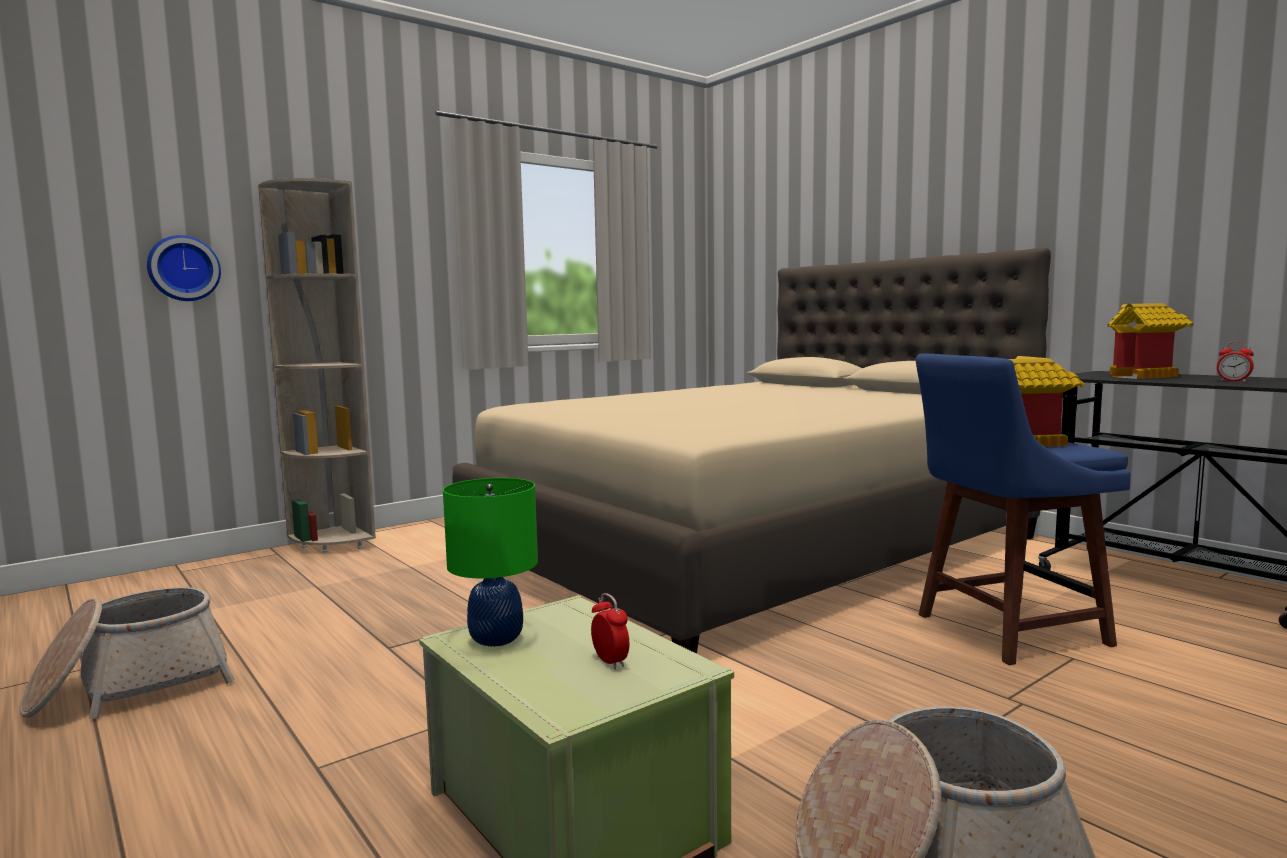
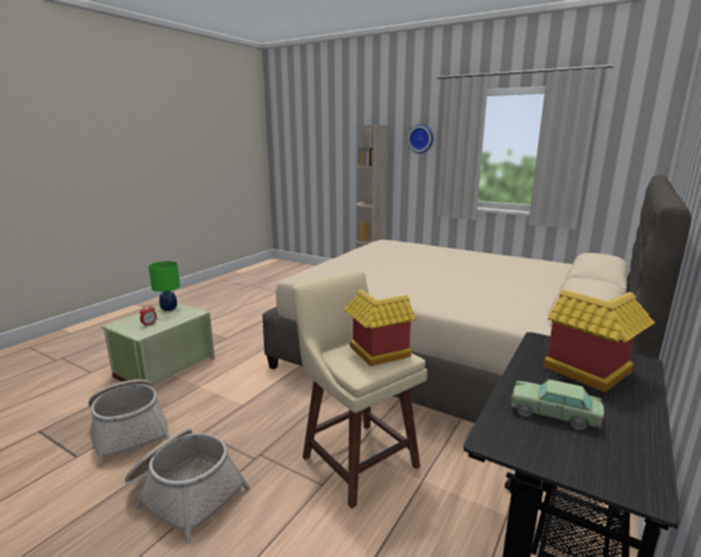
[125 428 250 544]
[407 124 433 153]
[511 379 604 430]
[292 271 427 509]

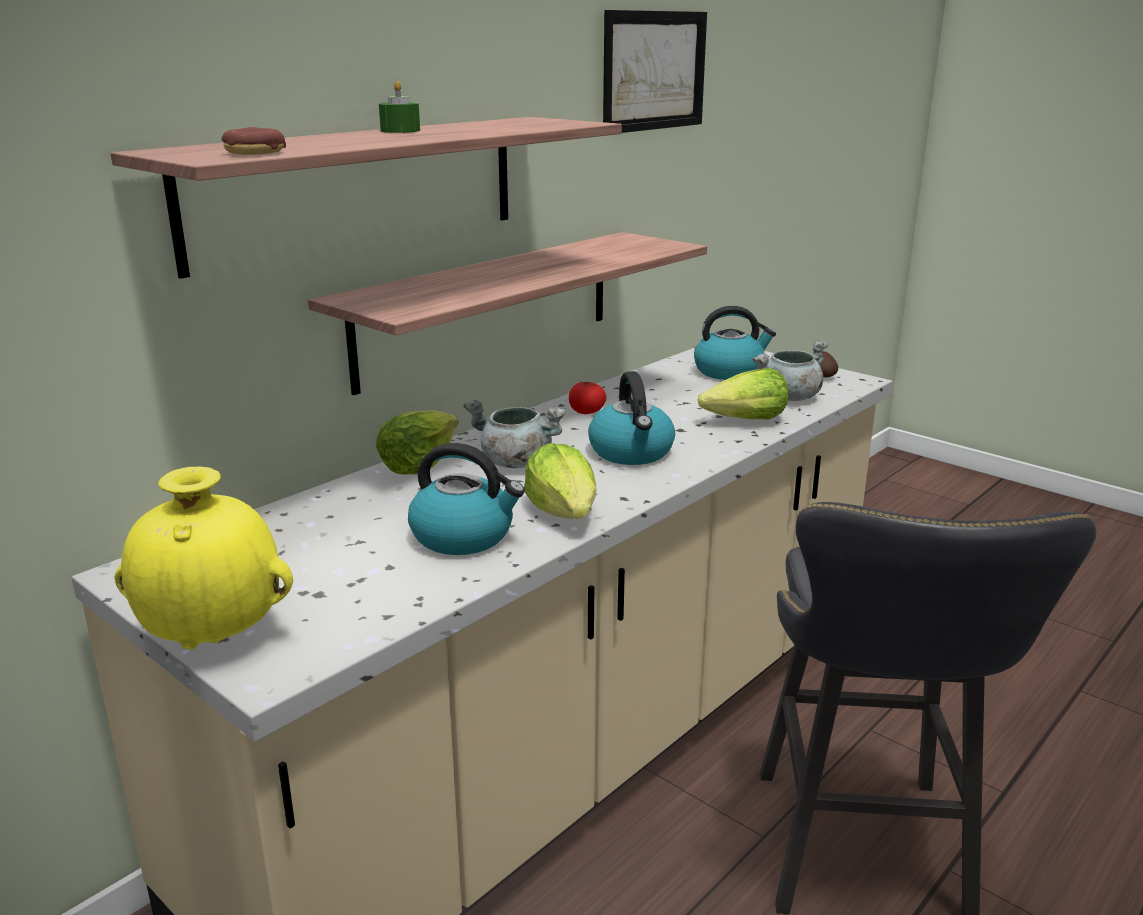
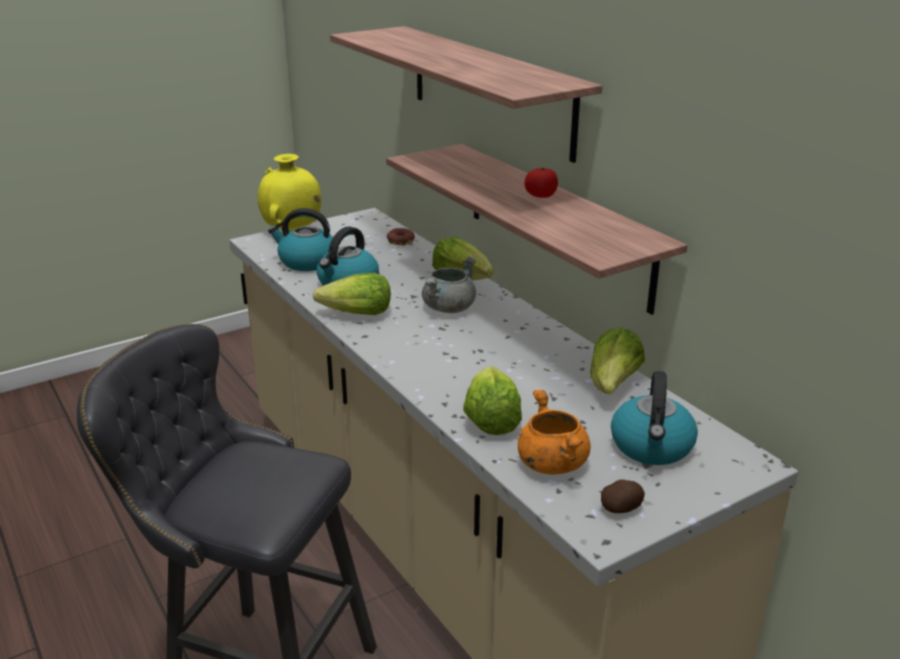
[379 80 420 133] (first image)
[603 10 707 133] (first image)
[590 327 645 394]
[387 228 415 246]
[524 167 558 198]
[268 208 333 271]
[518 390 591 475]

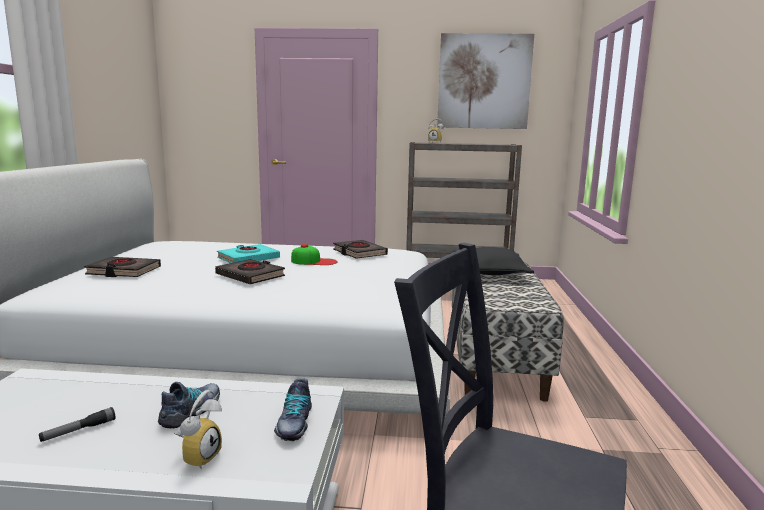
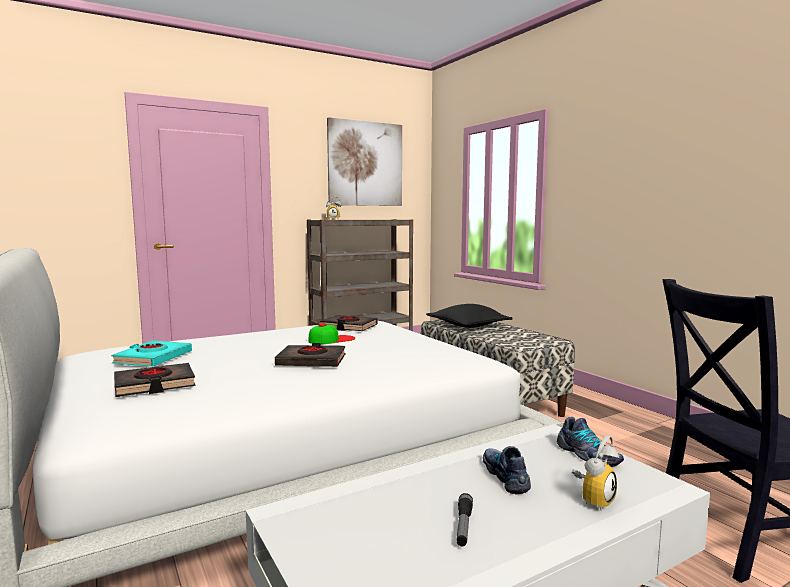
[111 340 192 367]
[572 436 619 511]

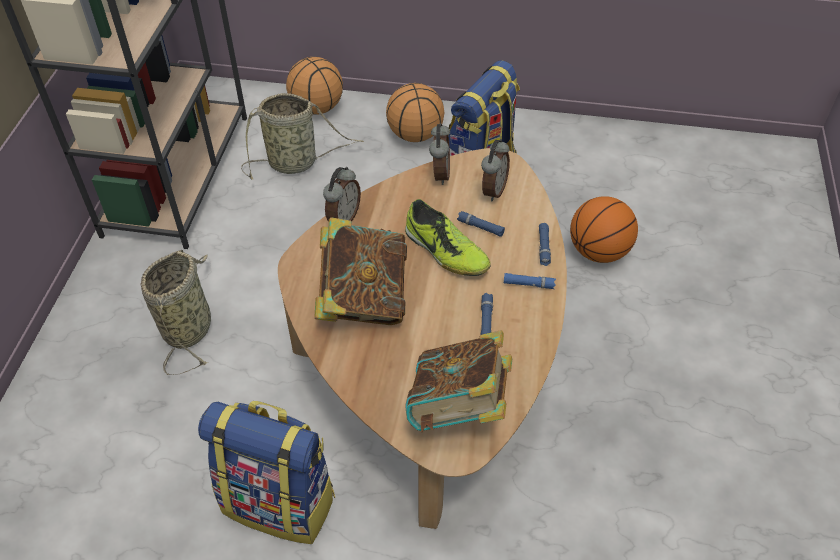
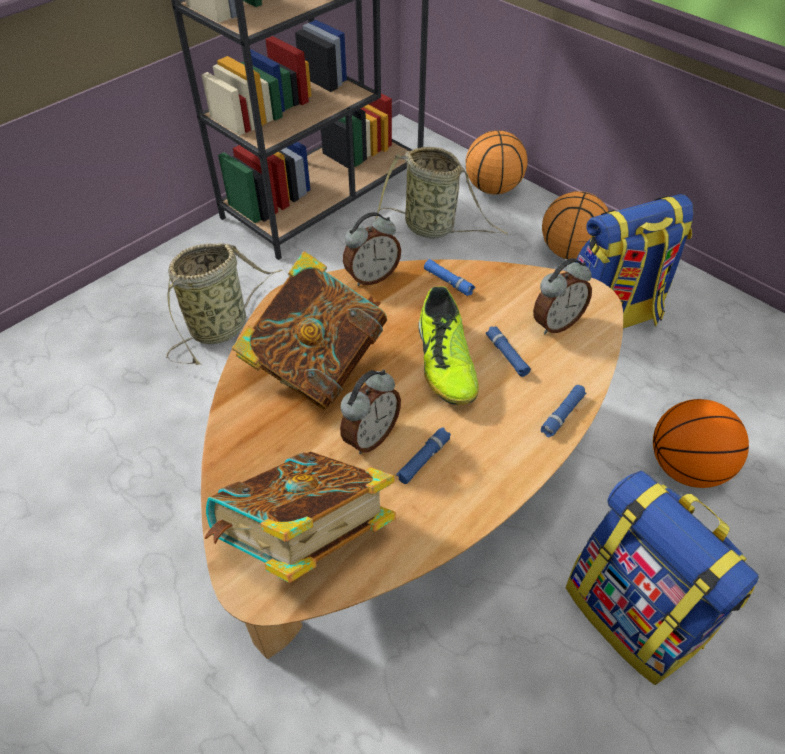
[566 471 759 685]
[340 370 401 454]
[424 259 475 296]

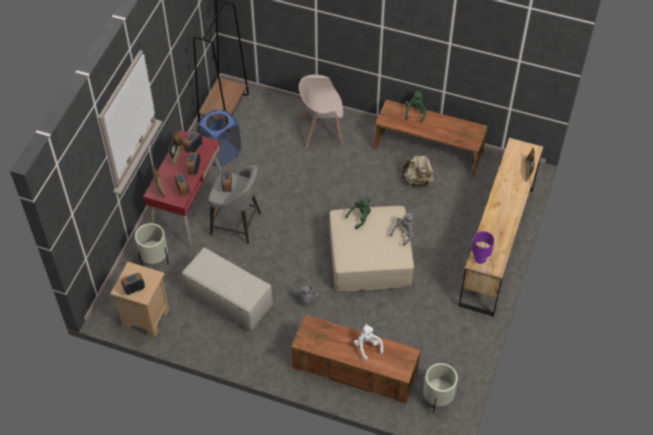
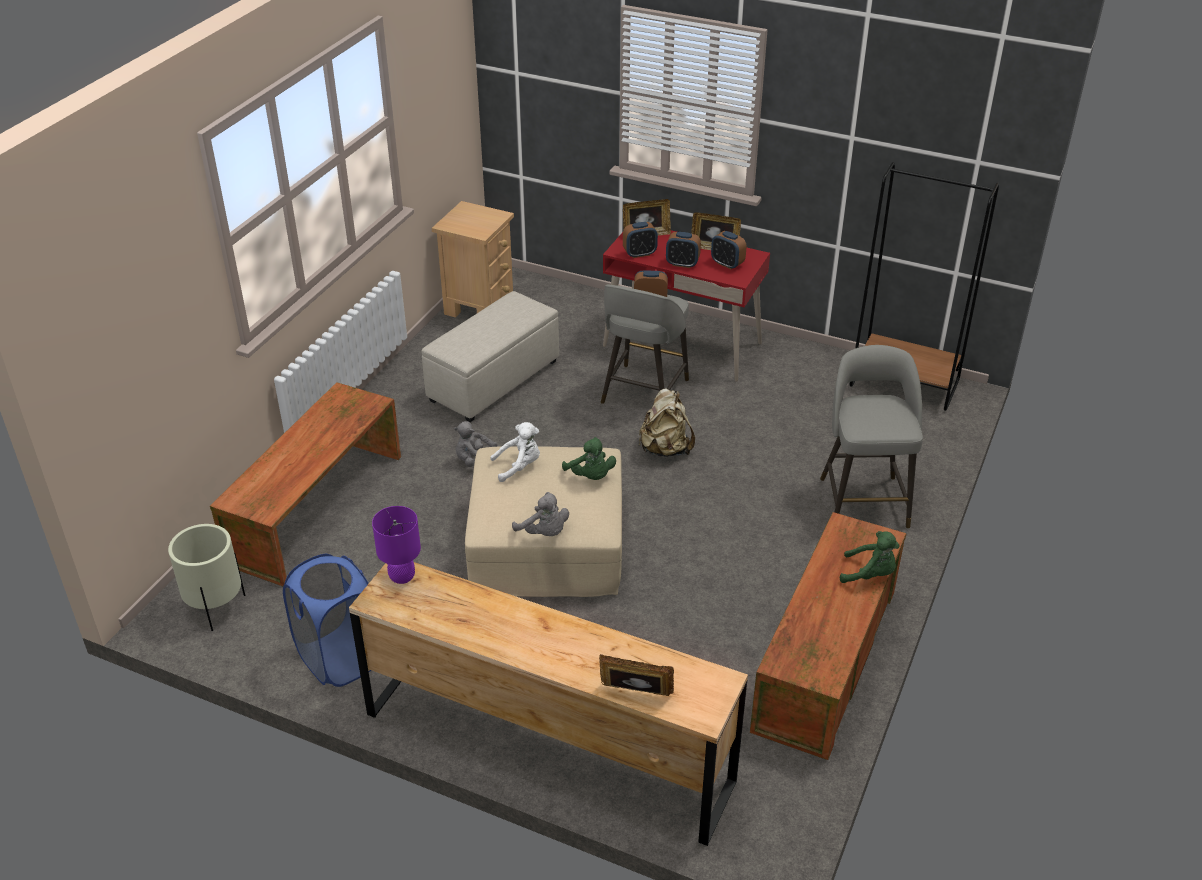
[121 273 145 295] (first image)
[135 223 169 266] (first image)
[283 554 372 687]
[491 422 540 482]
[639 388 695 457]
[820 345 923 528]

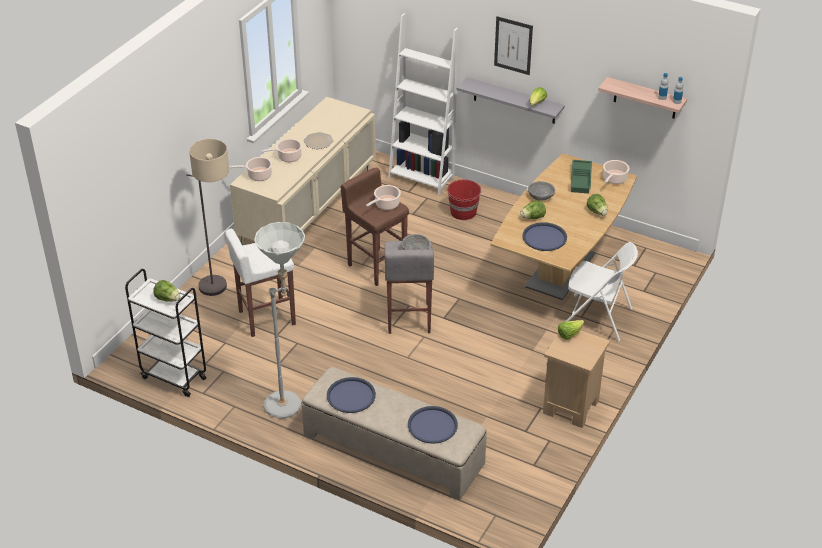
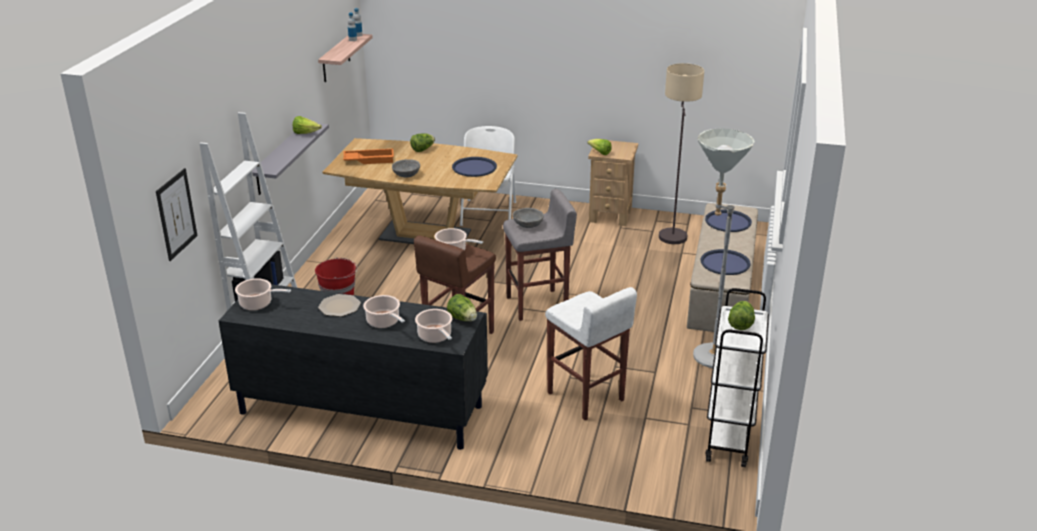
[659 63 704 244]
[156 168 197 261]
[447 294 477 321]
[235 278 291 310]
[219 284 488 450]
[343 149 394 164]

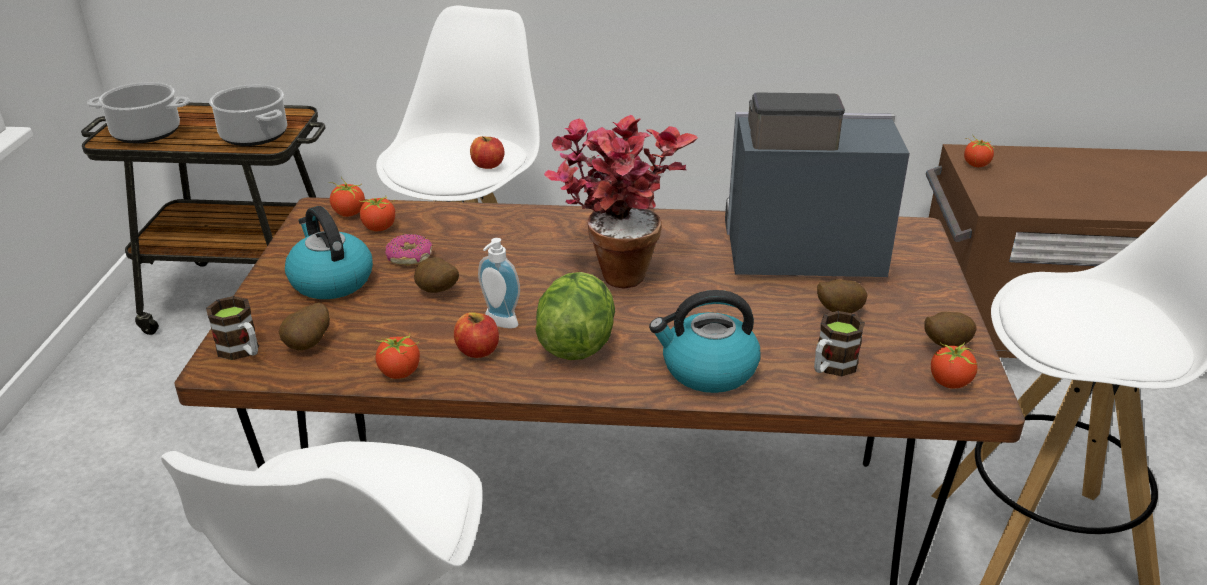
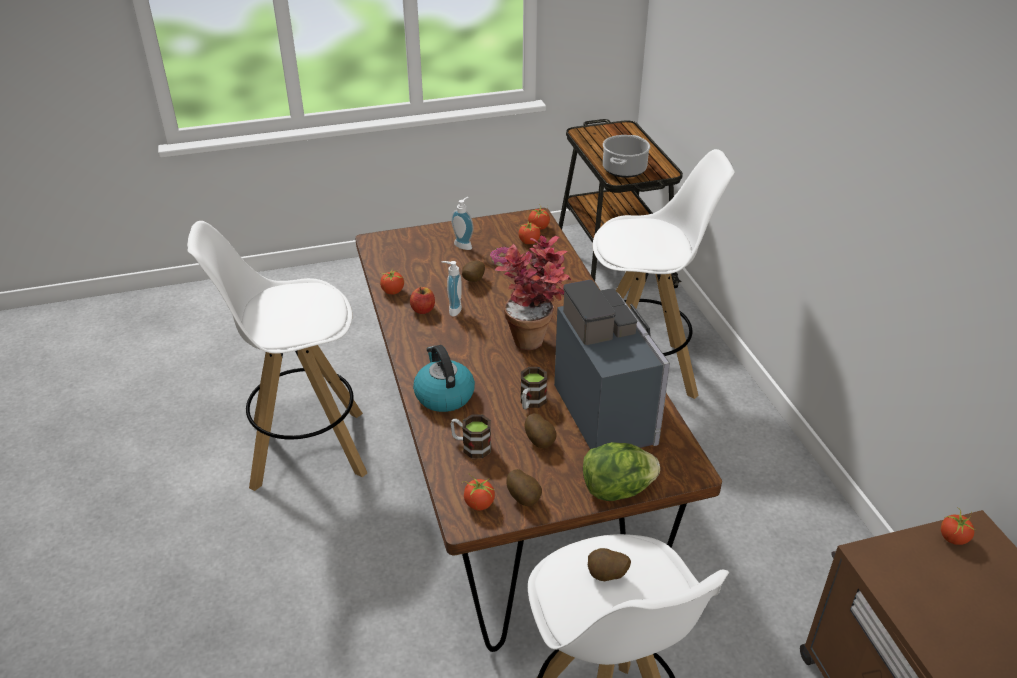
[87 82 190 143] (first image)
[470 136 504 169] (first image)
[521 367 547 410]
[588 548 631 581]
[583 442 660 501]
[451 197 474 250]

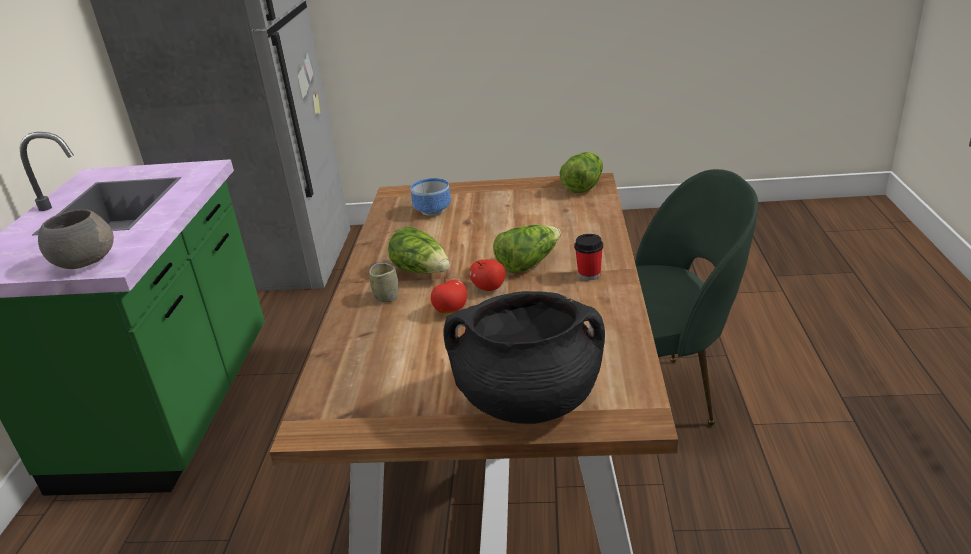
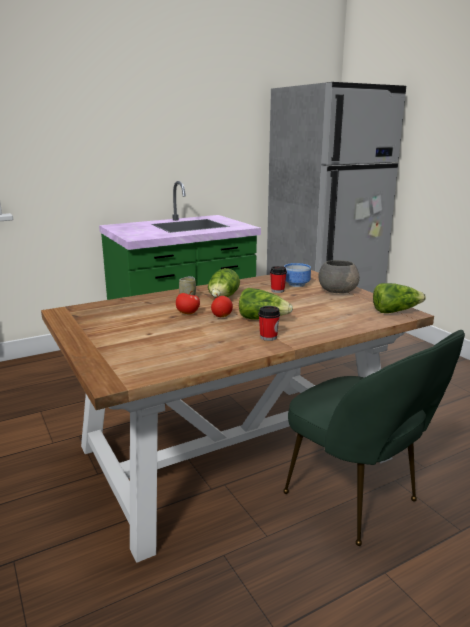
[443 291 605 424] (first image)
[270 266 287 293]
[318 260 360 293]

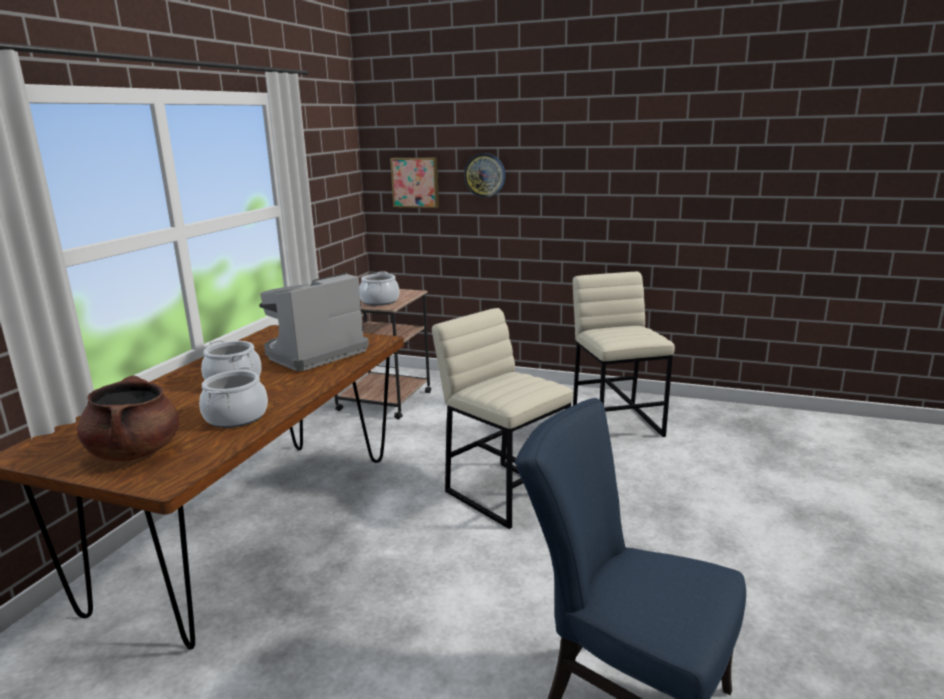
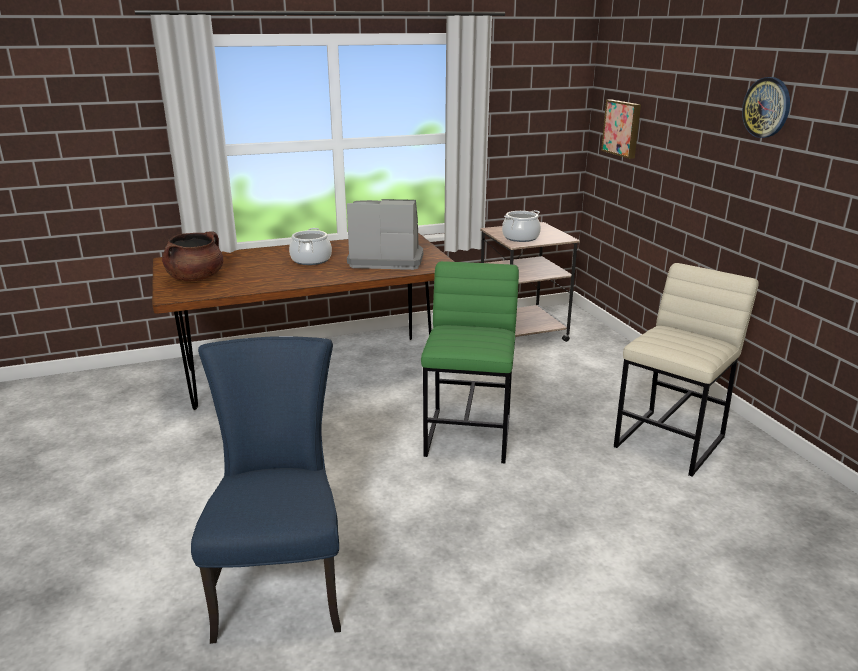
[199 366 268 428] (first image)
[742 77 790 138]
[421 261 519 464]

